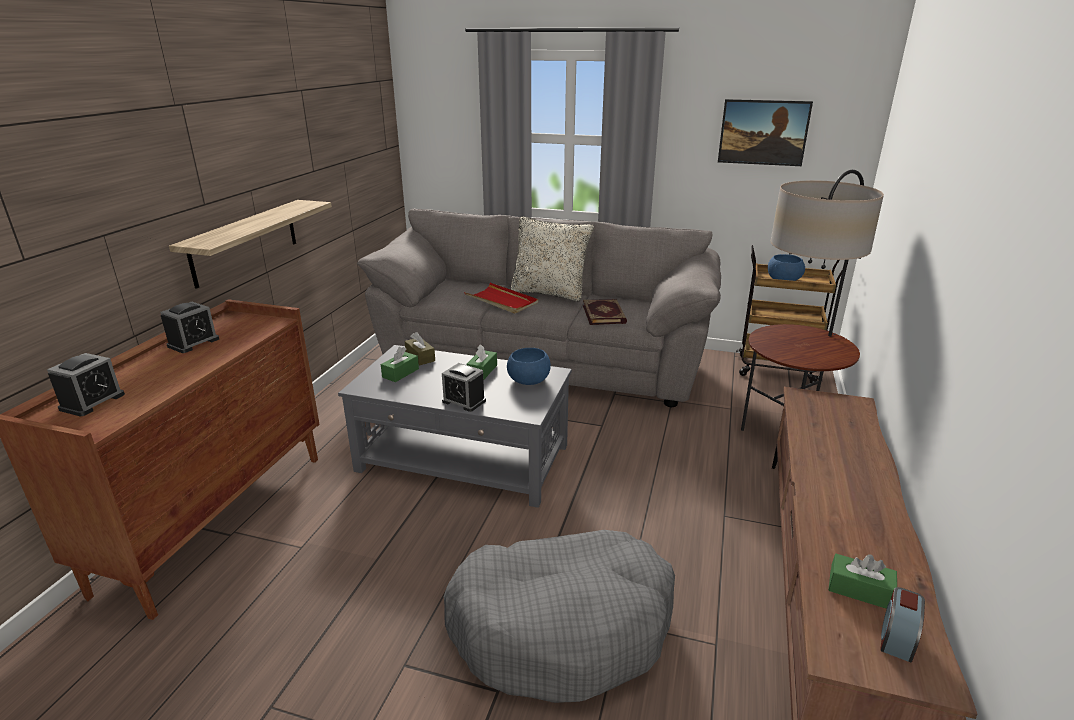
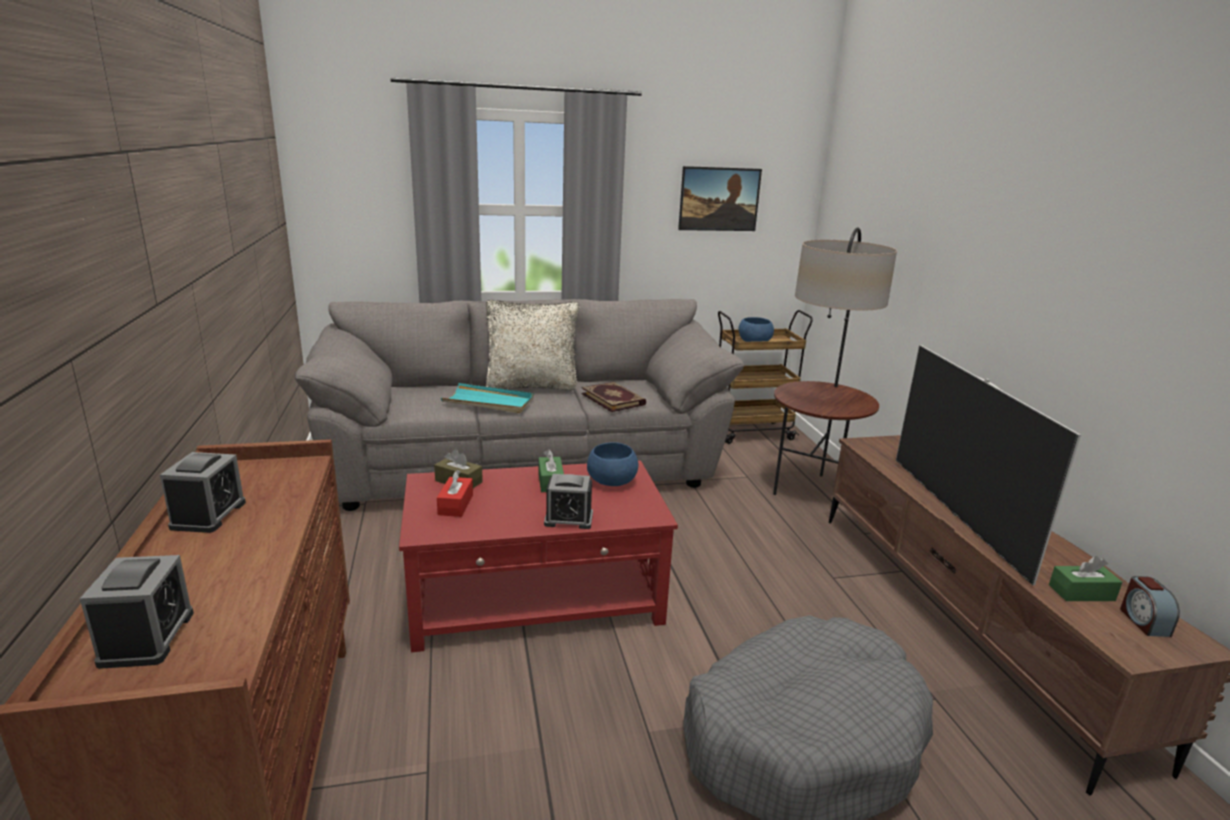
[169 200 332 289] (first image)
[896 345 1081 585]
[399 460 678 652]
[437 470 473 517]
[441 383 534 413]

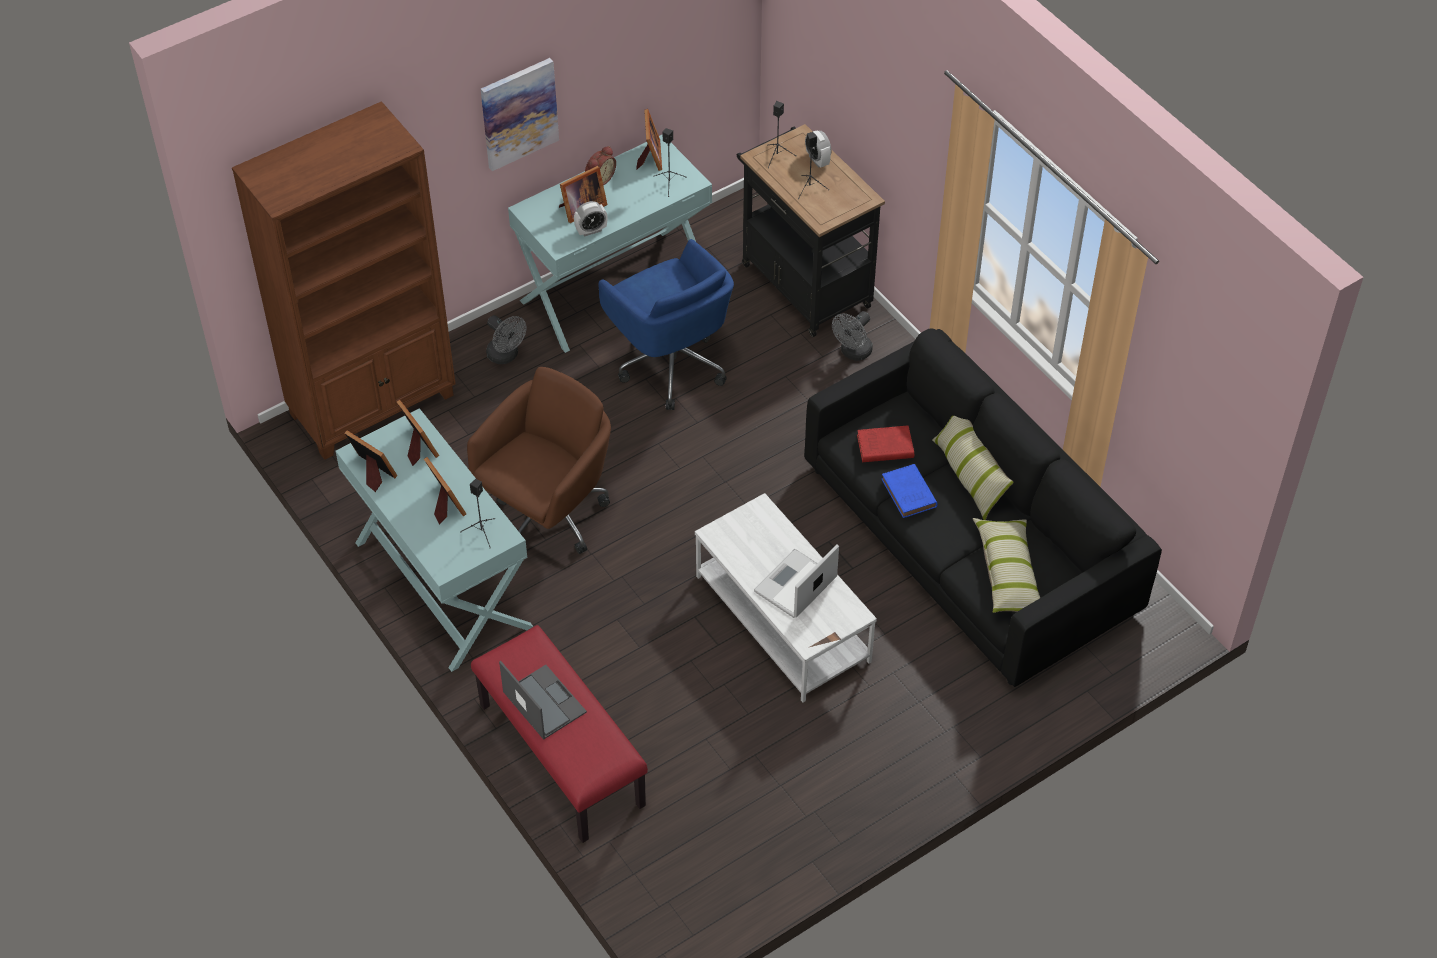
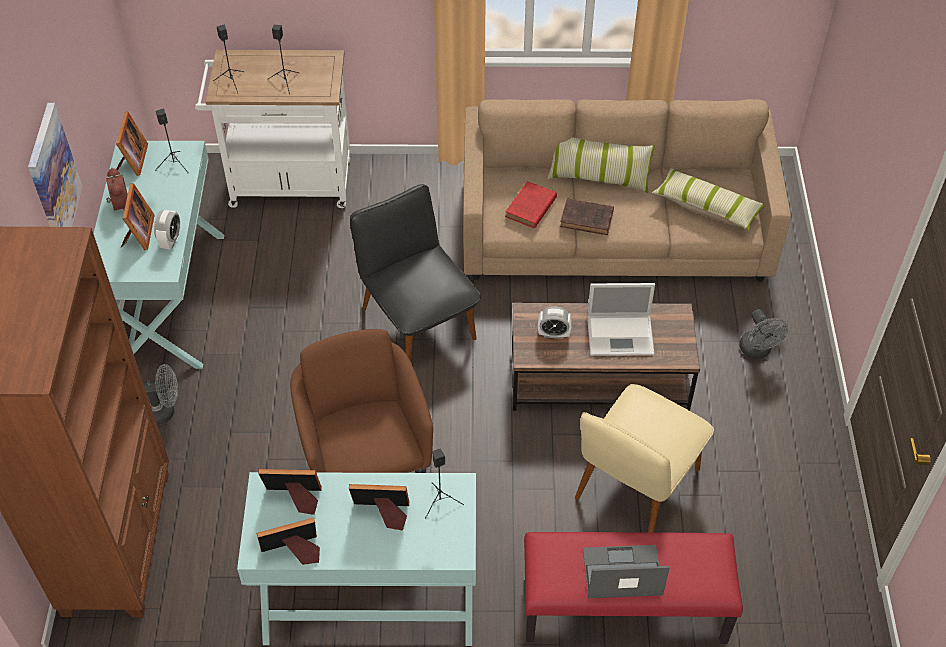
[599 239 734 410] (first image)
[350 184 481 361]
[575 384 714 533]
[538 306 572 339]
[739 309 788 359]
[512 302 700 411]
[195 50 351 208]
[463 99 791 281]
[560 198 614 235]
[116 112 148 176]
[587 283 655 356]

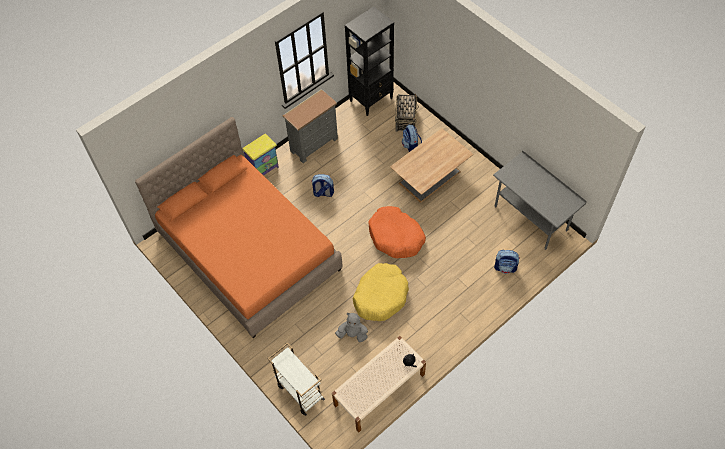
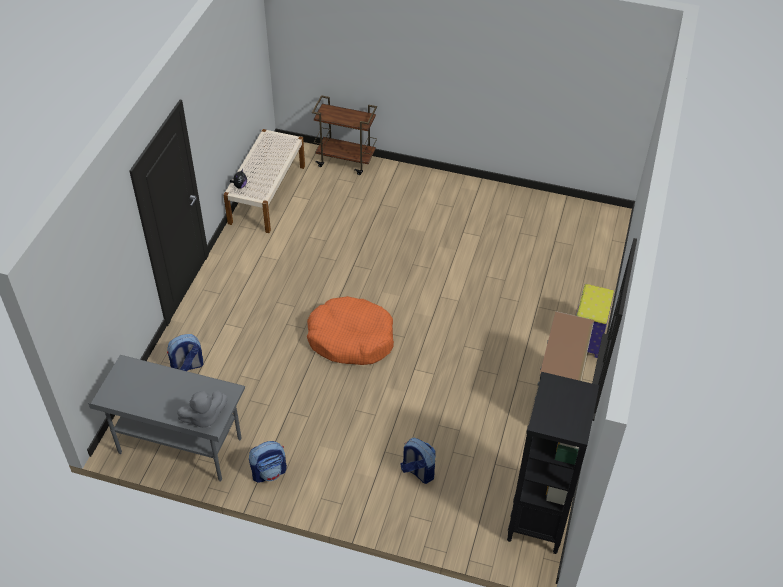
[135 117 343 338] (first image)
[353 263 409 321] (first image)
[390 128 473 203] (first image)
[395 93 419 132] (first image)
[249 441 287 483]
[177 391 227 429]
[312 95 377 175]

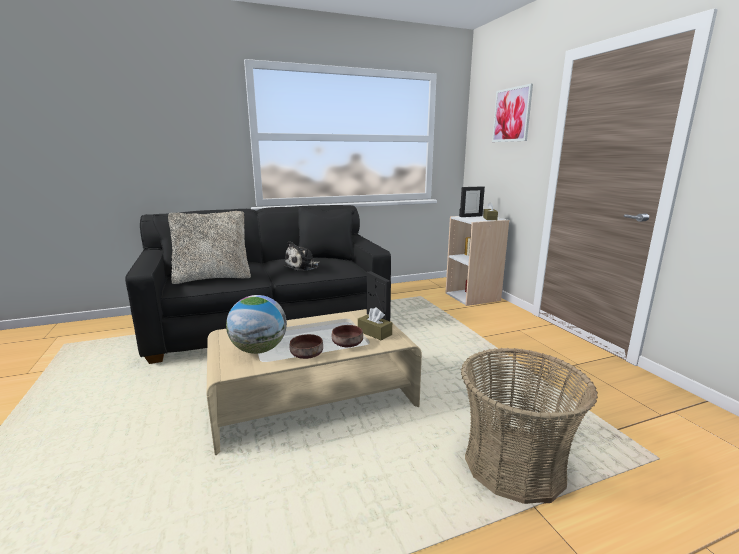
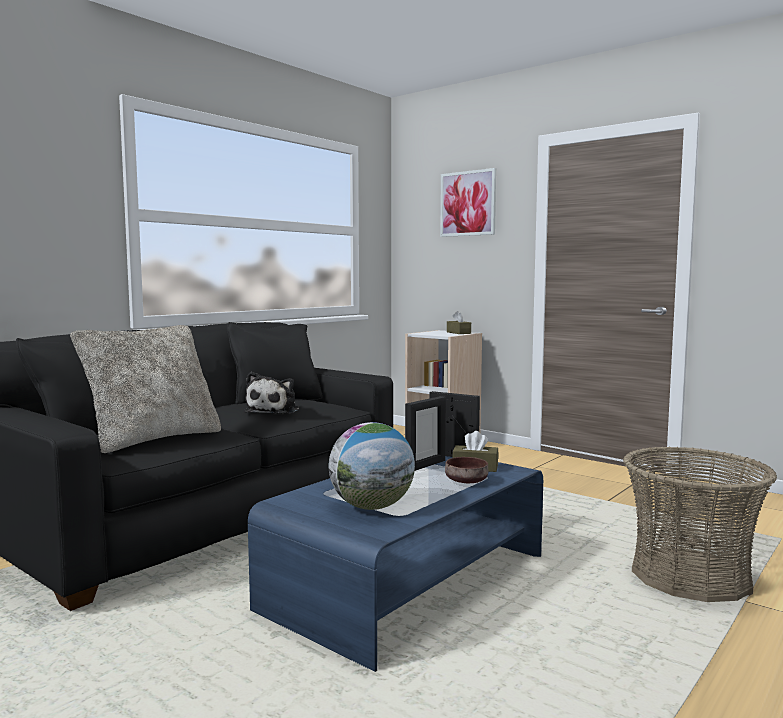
[290 334 323 359] (first image)
[405 396 446 471]
[248 456 543 672]

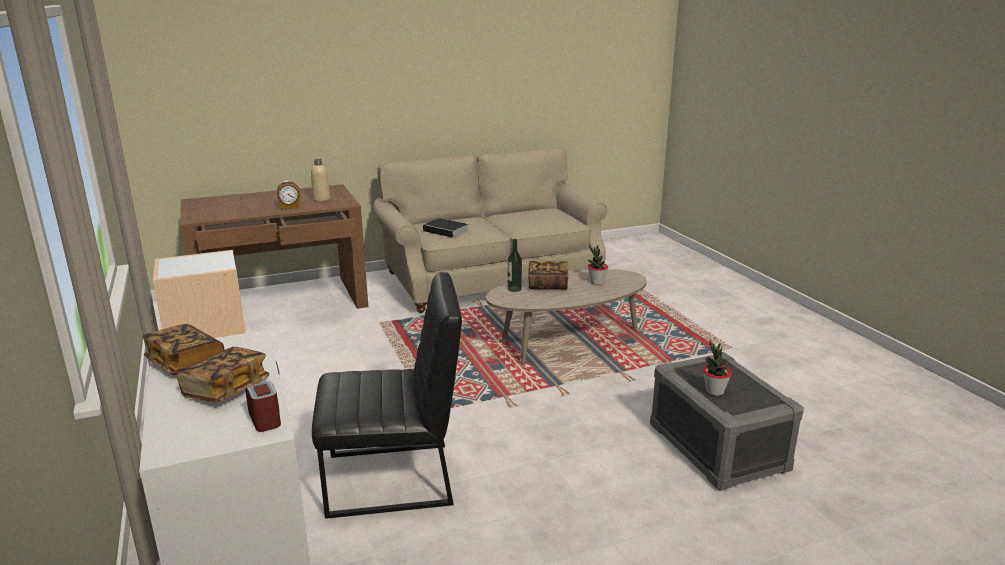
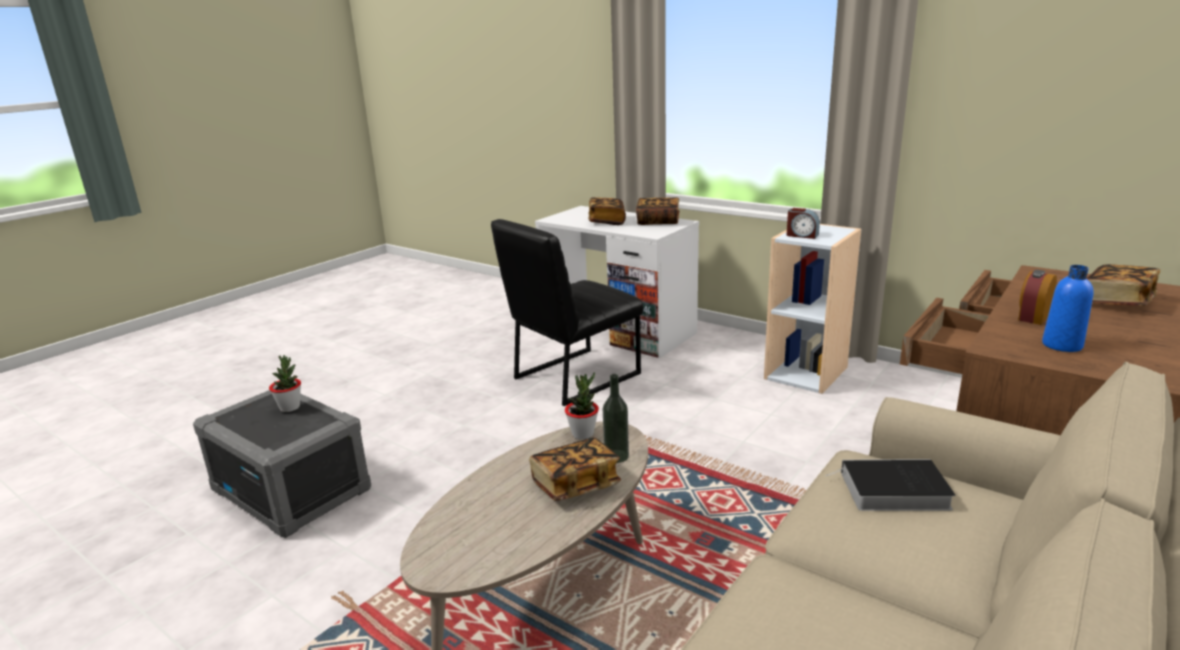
[1087 264 1160 306]
[787 208 820 239]
[565 372 599 440]
[1042 265 1093 352]

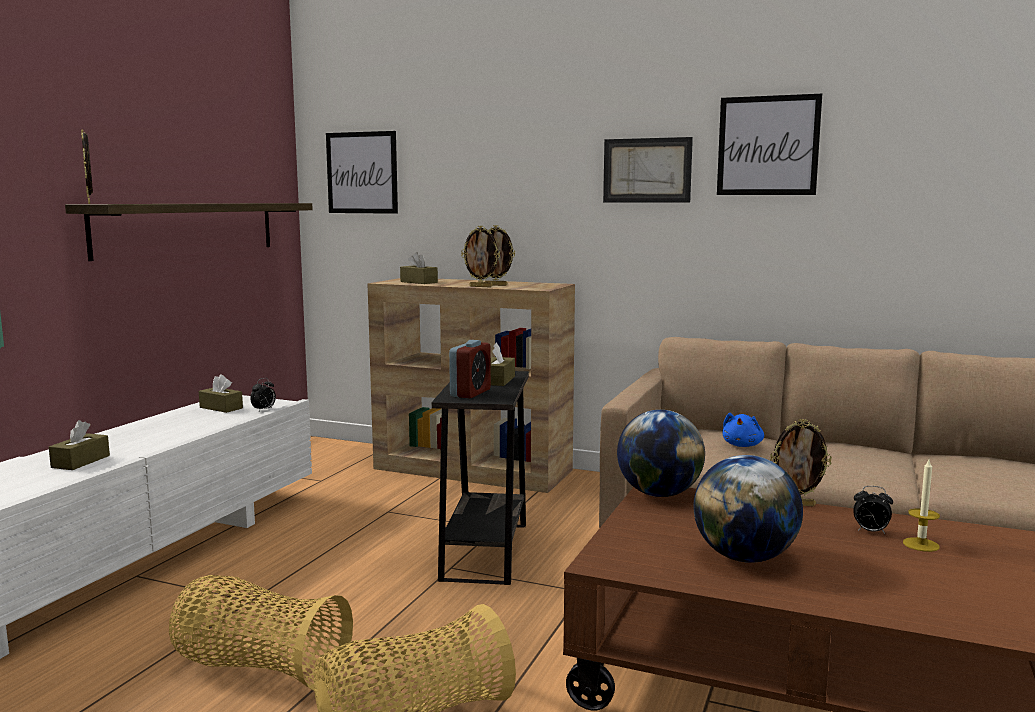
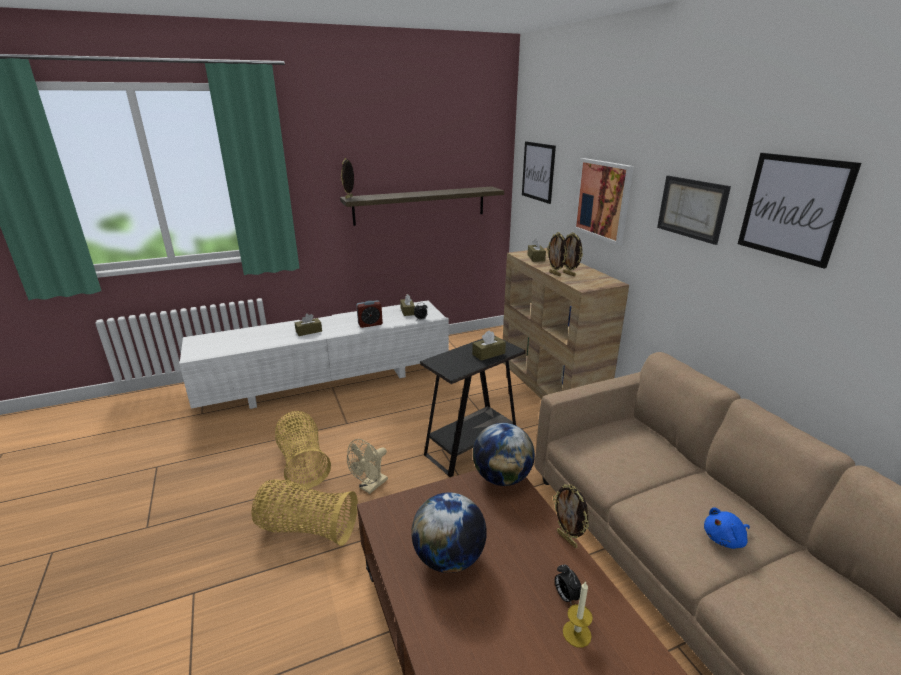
[347 439 388 494]
[573 158 634 245]
[356 300 383 328]
[704 507 750 549]

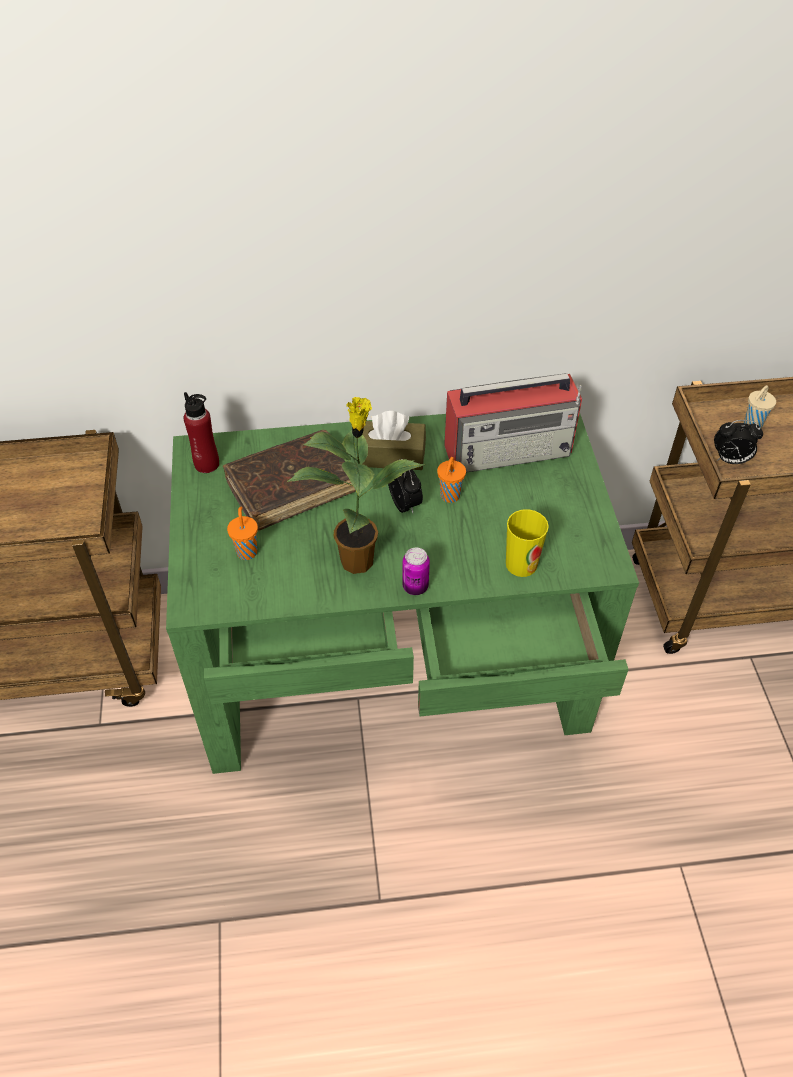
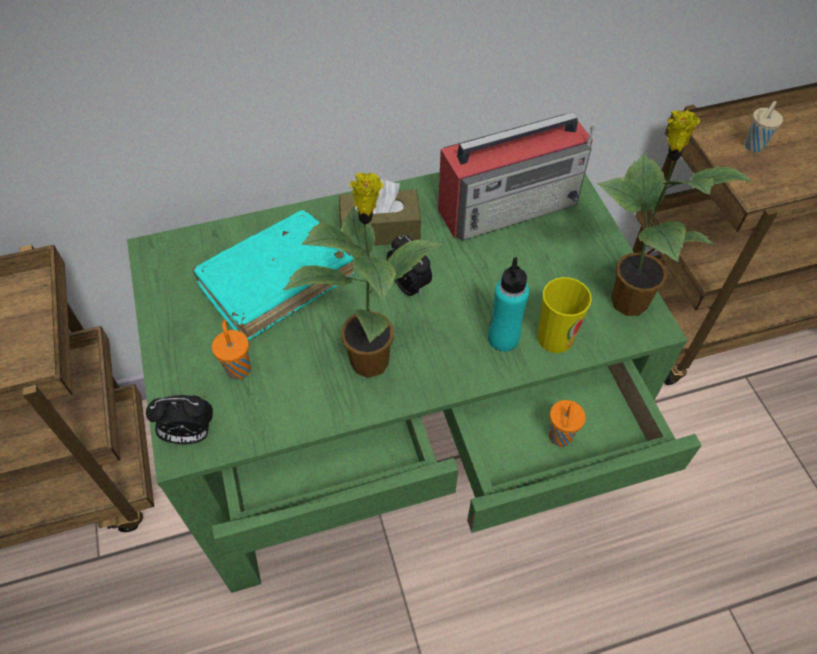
[184 392 219 473] (first image)
[402 547 430 595] (first image)
[488 257 529 352]
[597 110 756 316]
[549 400 586 447]
[146 395 213 444]
[192 210 354 341]

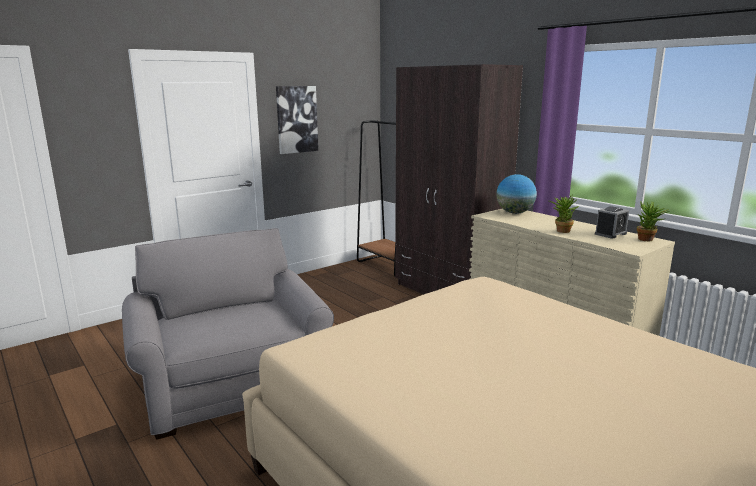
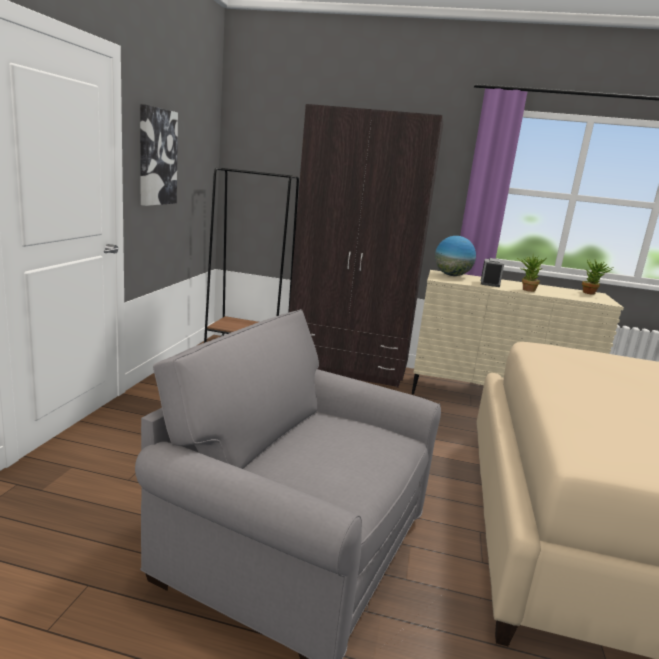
[481 258 504 287]

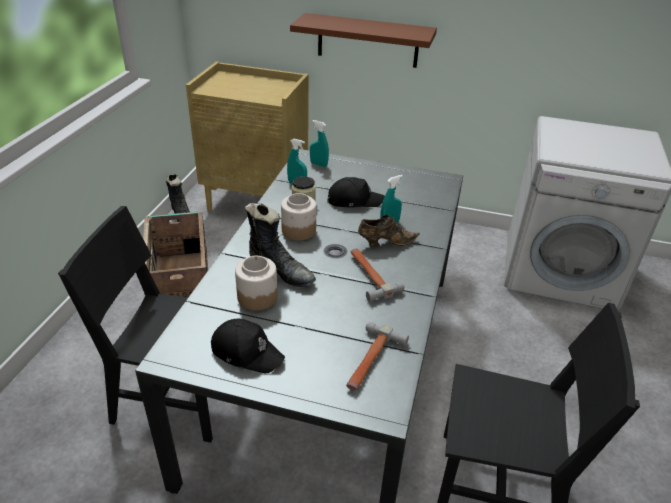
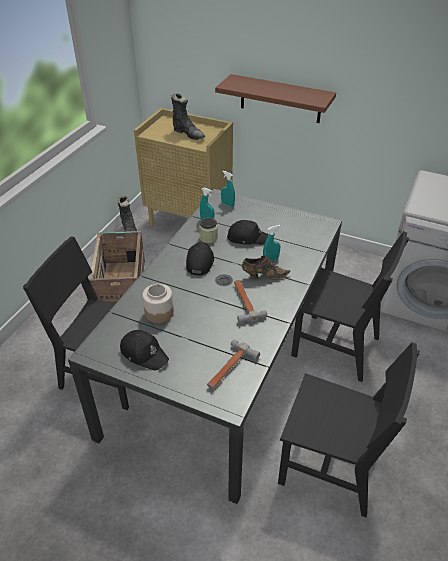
[291 231 409 382]
[171 93 205 140]
[186 242 214 276]

